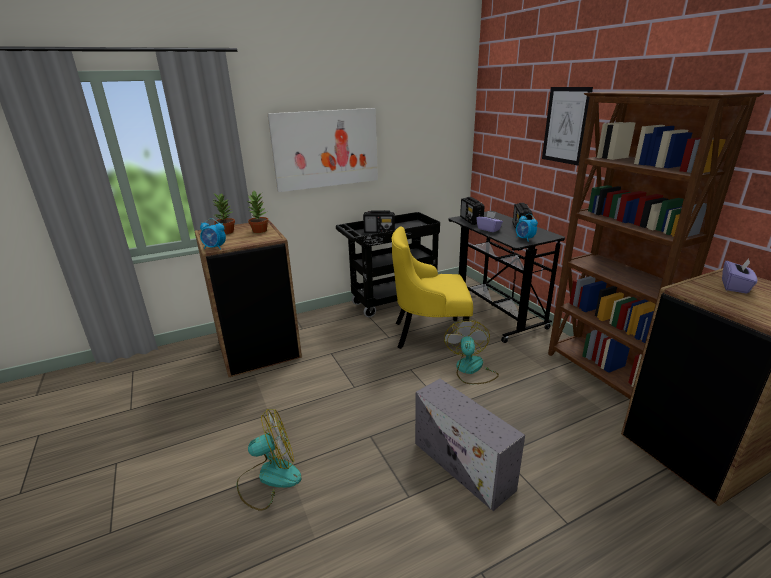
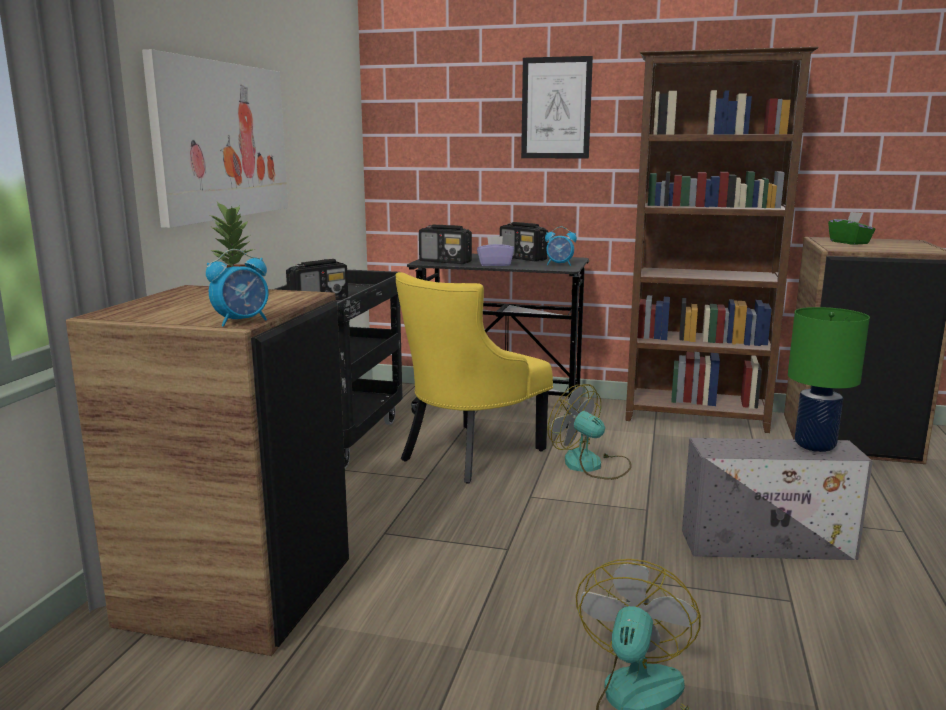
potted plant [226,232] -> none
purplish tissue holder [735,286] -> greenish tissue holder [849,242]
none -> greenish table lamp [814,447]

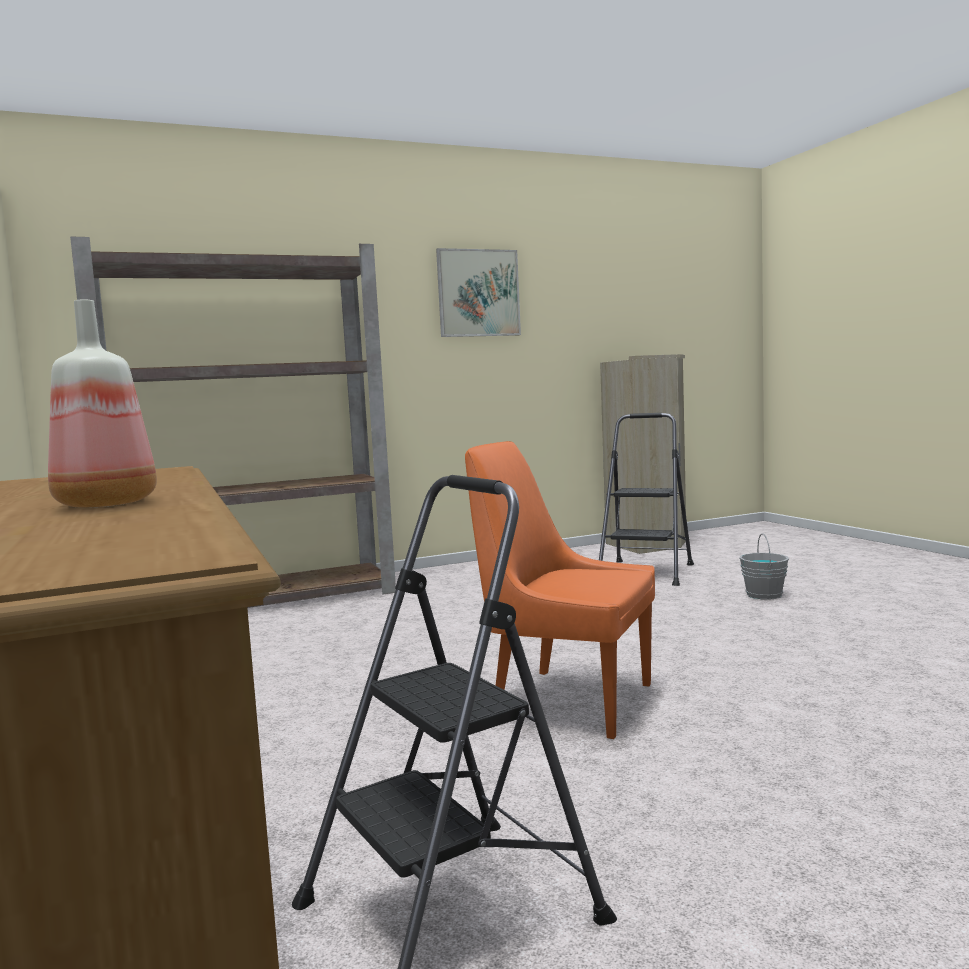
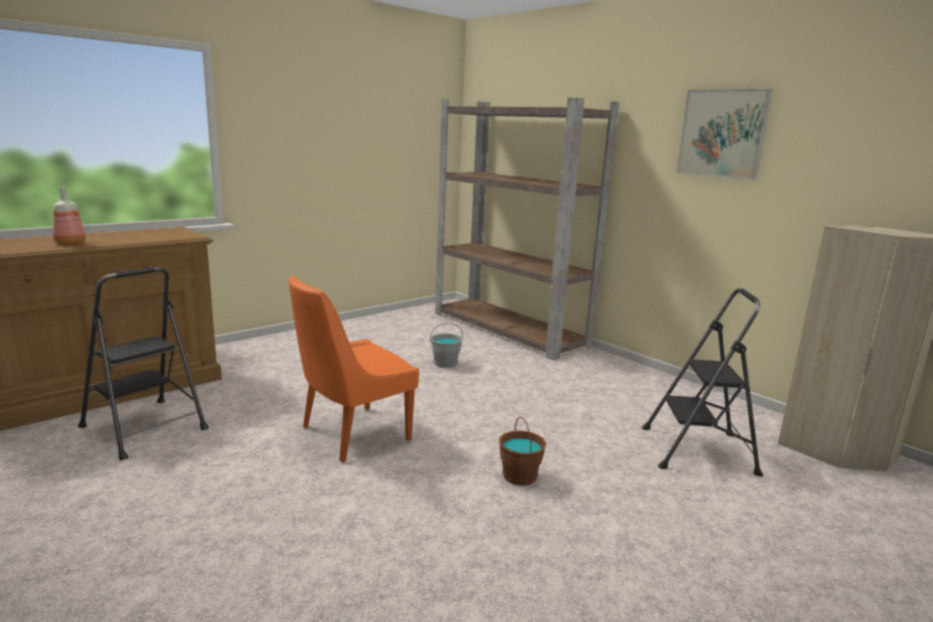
orange plain chair [567,701] -> orange plain chair [351,434], 135 degrees counterclockwise
grey bucket [764,595] -> grey bucket [445,363], shifted
none -> brown bucket [520,476]

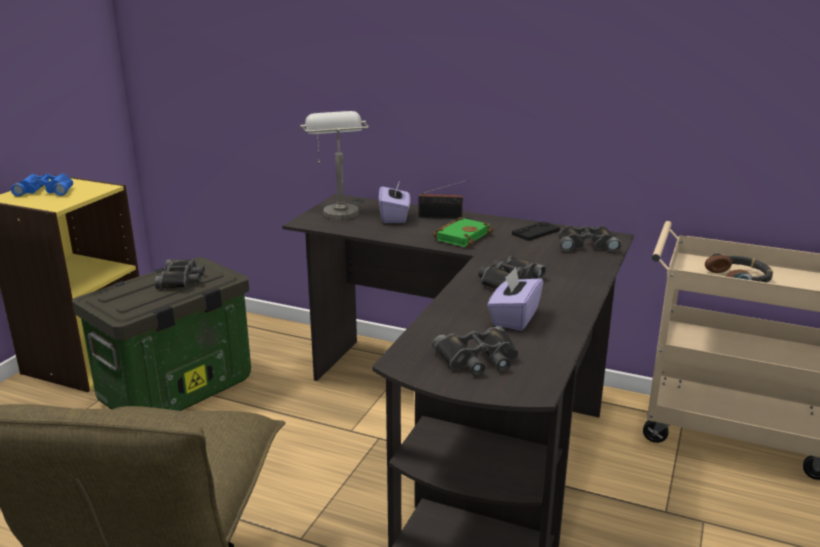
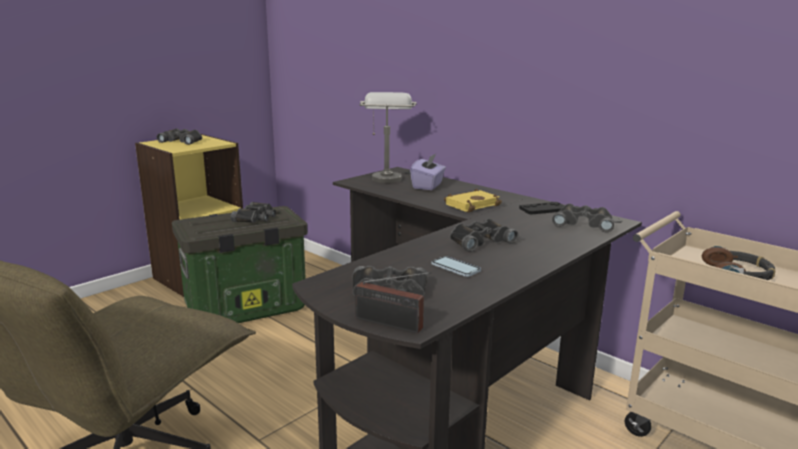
blue binoculars [46,190] -> blackish binoculars [182,141]
radio set [443,217] -> radio set [392,324], shifted
greenish volume [461,236] -> yellow-coloured volume [471,204]
purplish tissue holder [514,318] -> handset [455,268]

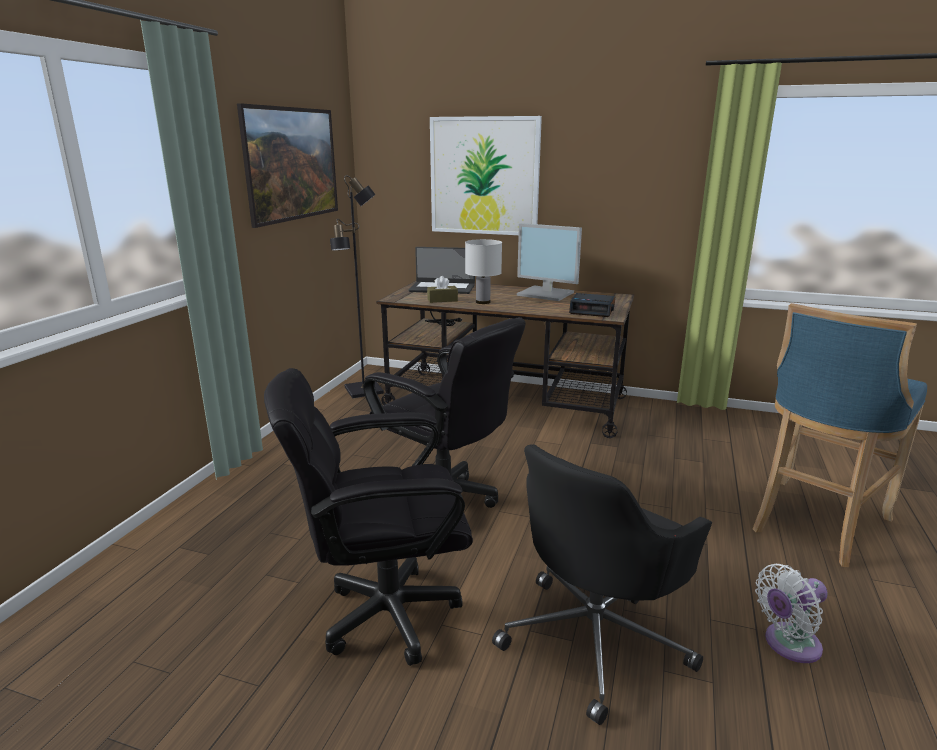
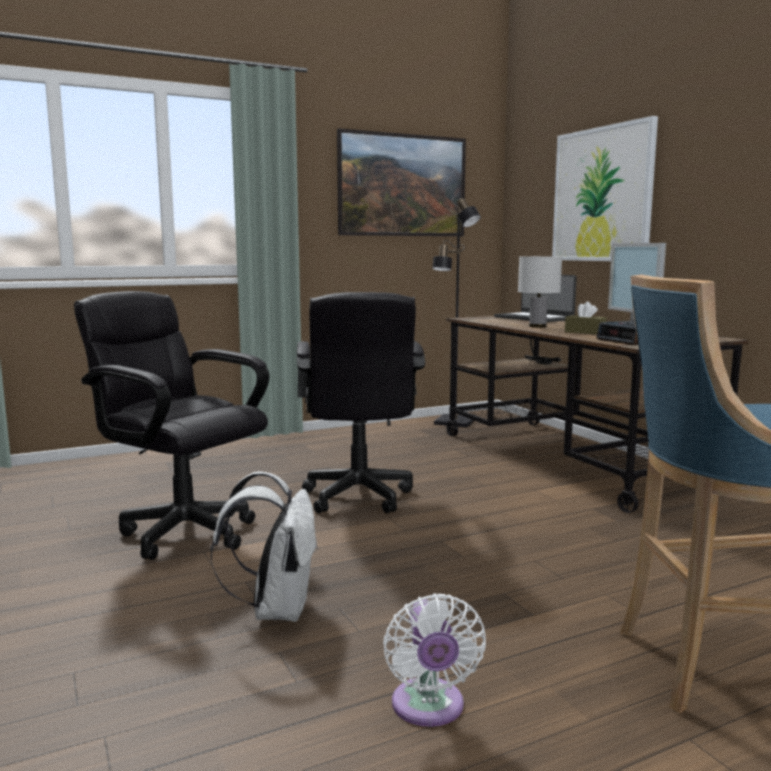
brown tissue holder [442,300] -> brown tissue holder [585,332], shifted
blackish computer chair [595,638] -> white backpack [276,609]
white electric fan [788,645] -> white electric fan [429,709], 120 degrees counterclockwise

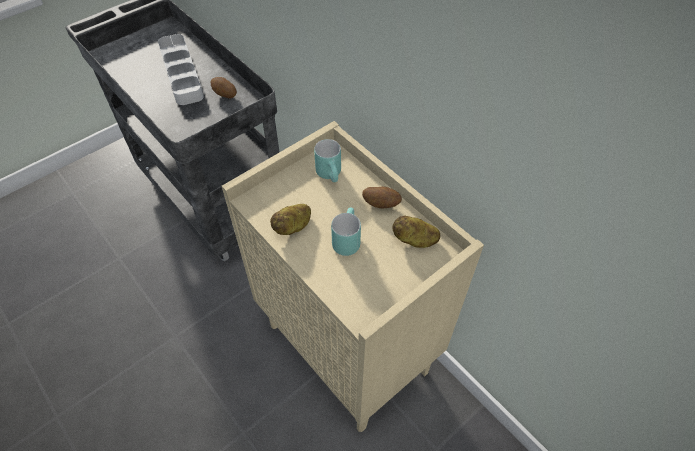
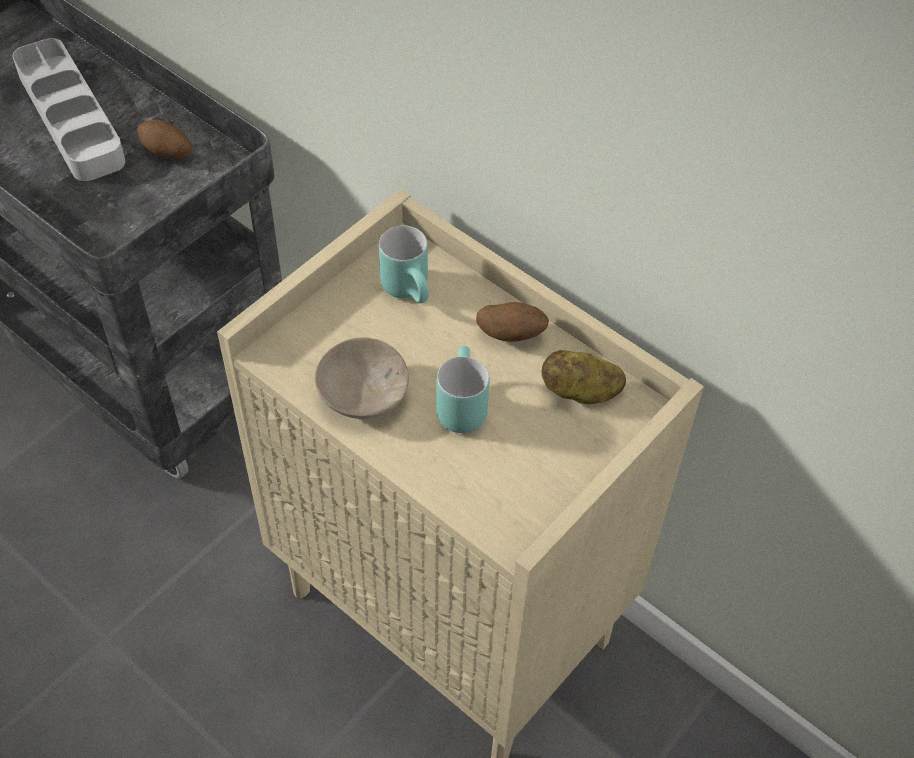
potato [293,227] -> beige-coloured bowl [360,392]

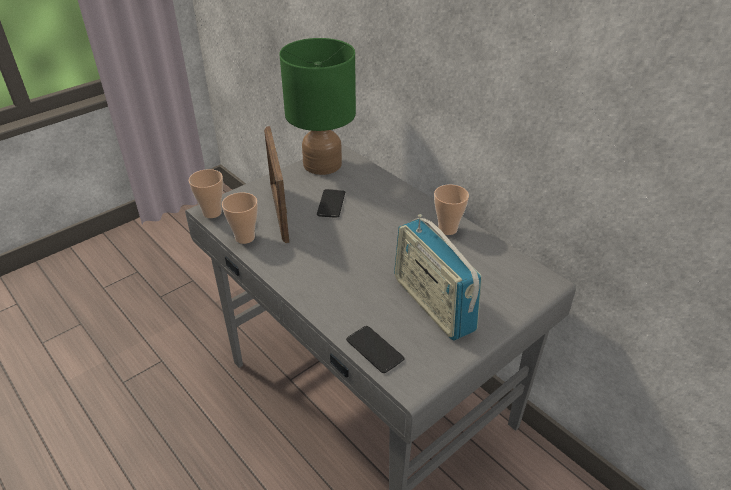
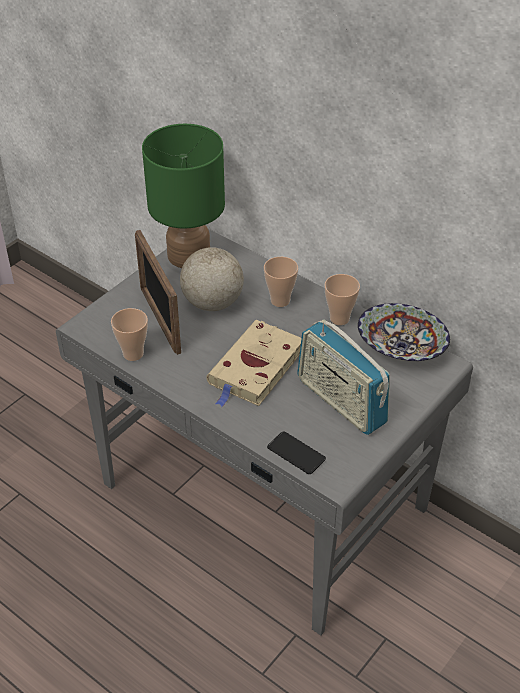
drinking cup [212,213] -> drinking cup [280,300], shifted
handset [331,204] -> globe [212,303]
none -> beige-coloured volume [255,369]
none -> bowl [401,349]

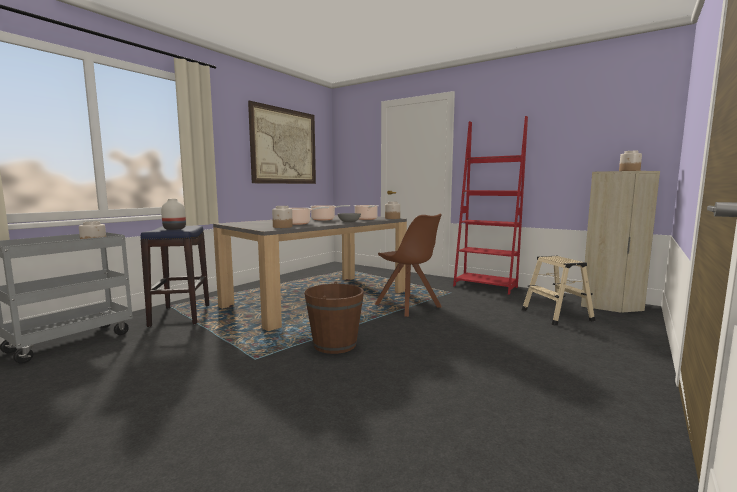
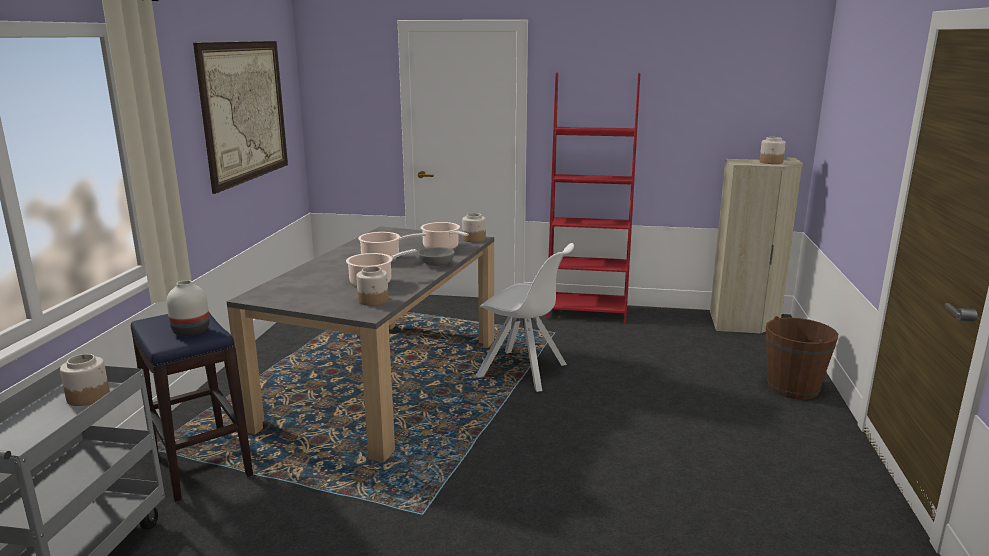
brown bucket [335,344] -> brown bucket [793,388], shifted
brown plain chair [408,306] -> white plain chair [524,371]
beige-coloured stepladder [557,315] -> none

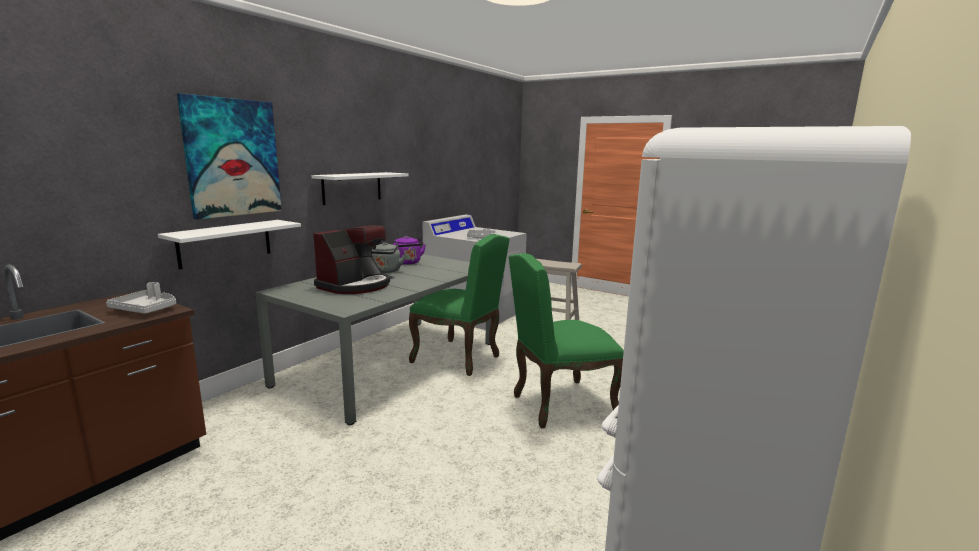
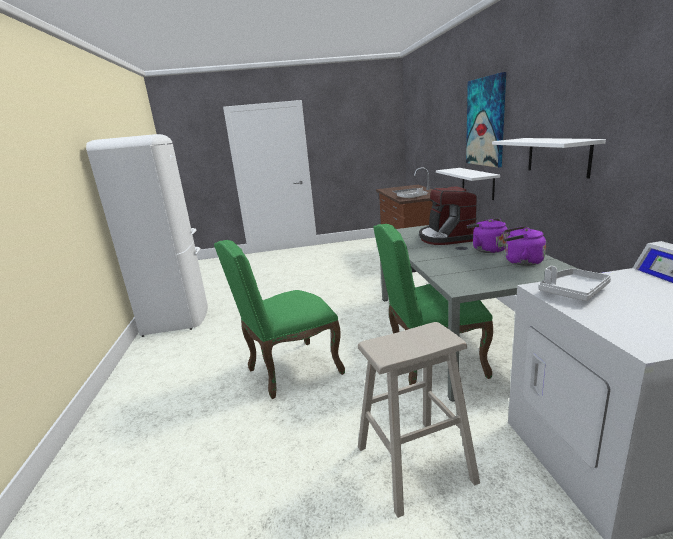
grey tea kettle [385,271] -> purplish tea kettle [487,249]
greenish plain chair [560,405] -> greenish plain chair [291,370], 150 degrees counterclockwise

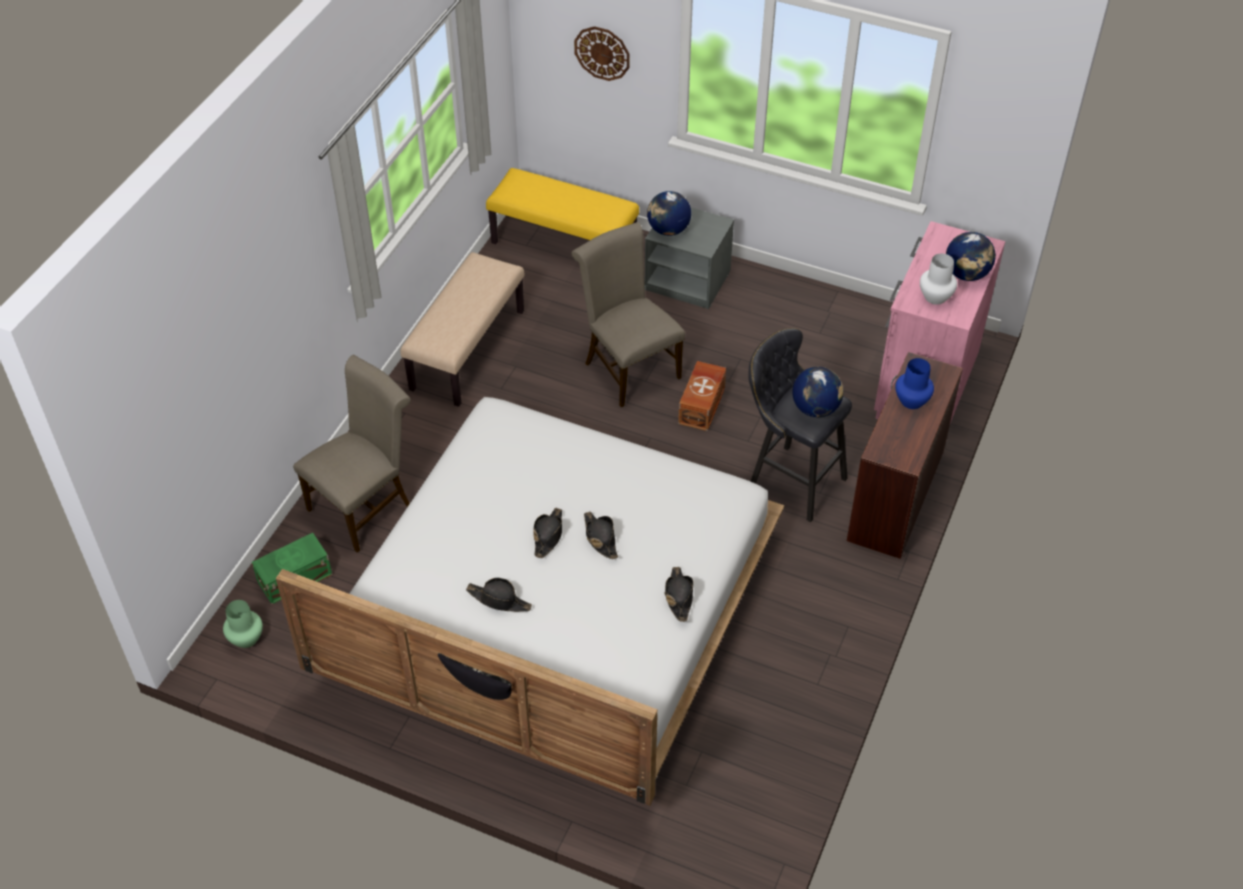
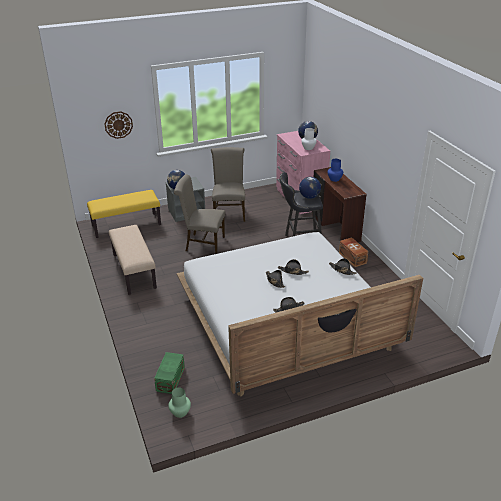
beige-coloured plain chair [365,505] -> beige-coloured plain chair [229,212], shifted
brown storage box [702,405] -> brown storage box [352,257], shifted

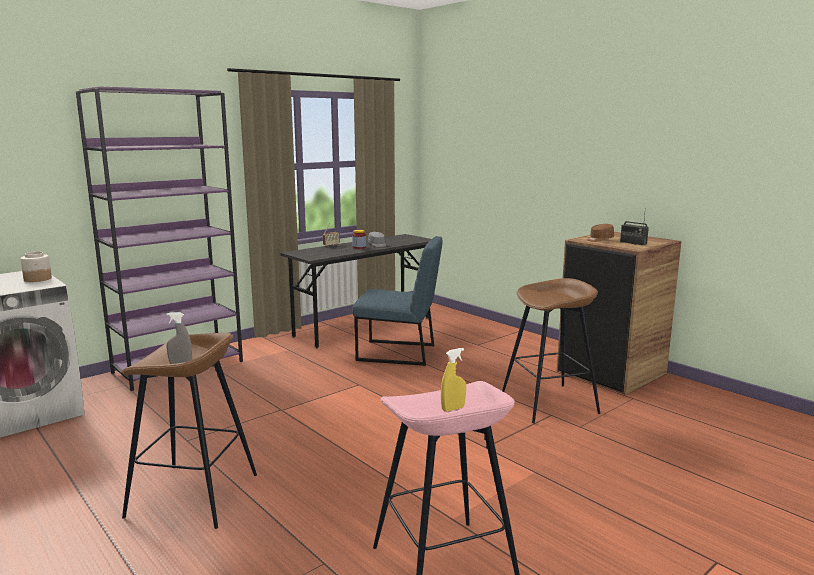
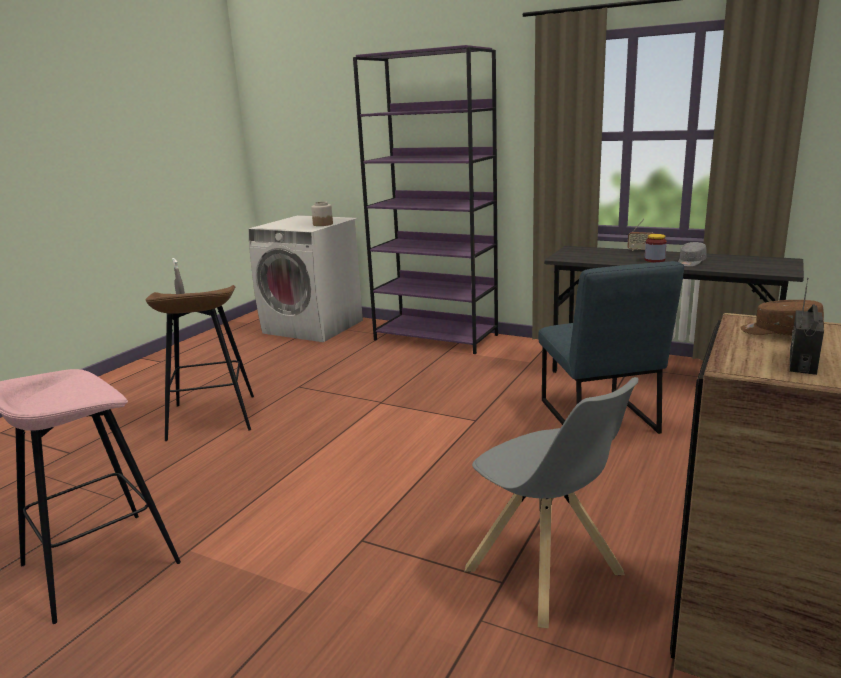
yellow-coloured hand sprayer [453,409] -> none
brown stool seat [549,403] -> grey plain chair [547,574]

